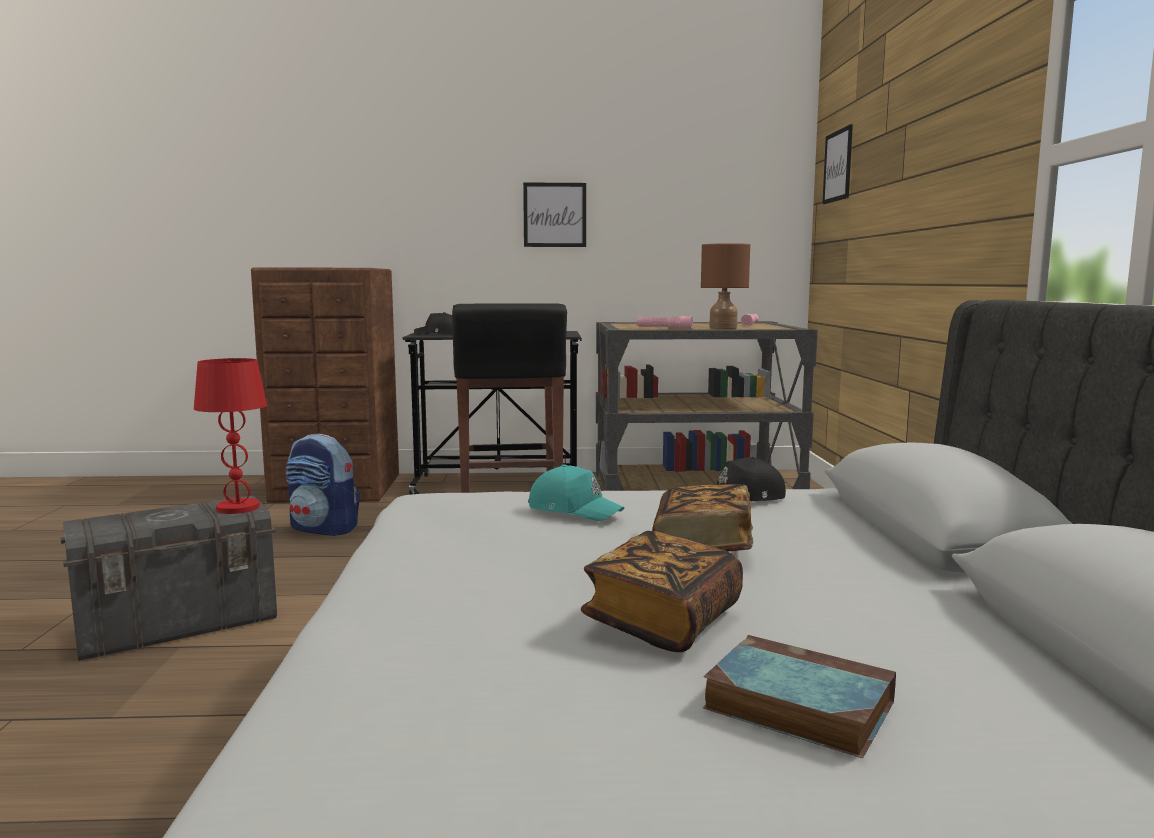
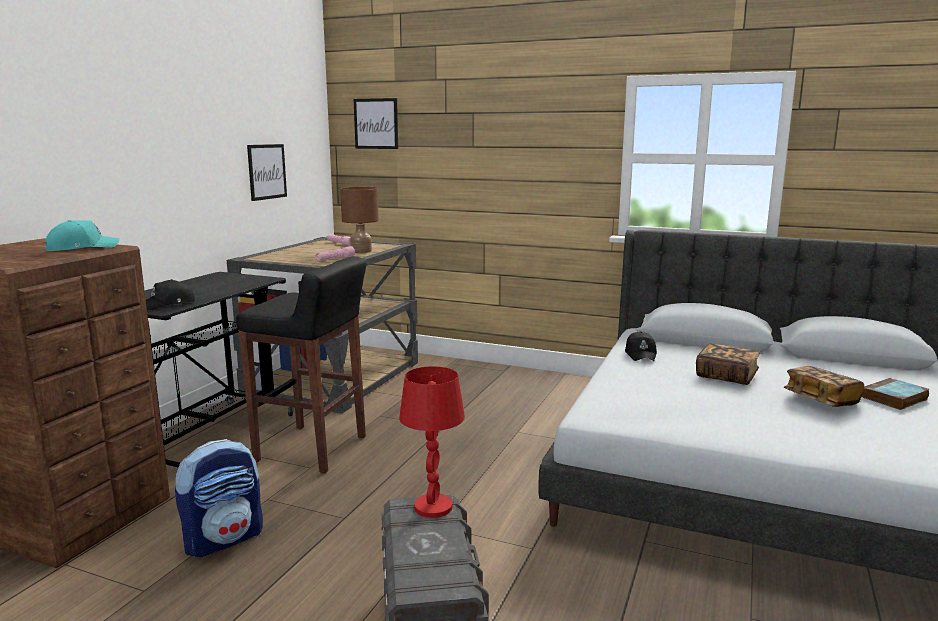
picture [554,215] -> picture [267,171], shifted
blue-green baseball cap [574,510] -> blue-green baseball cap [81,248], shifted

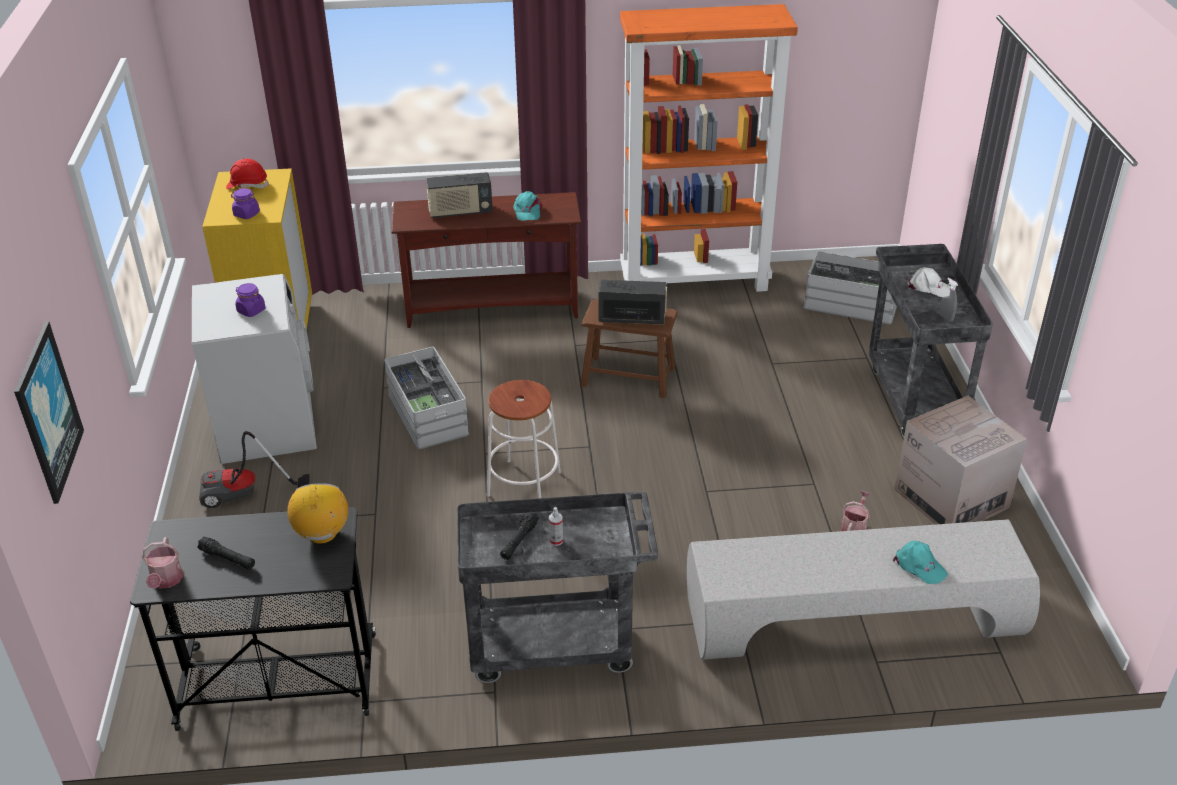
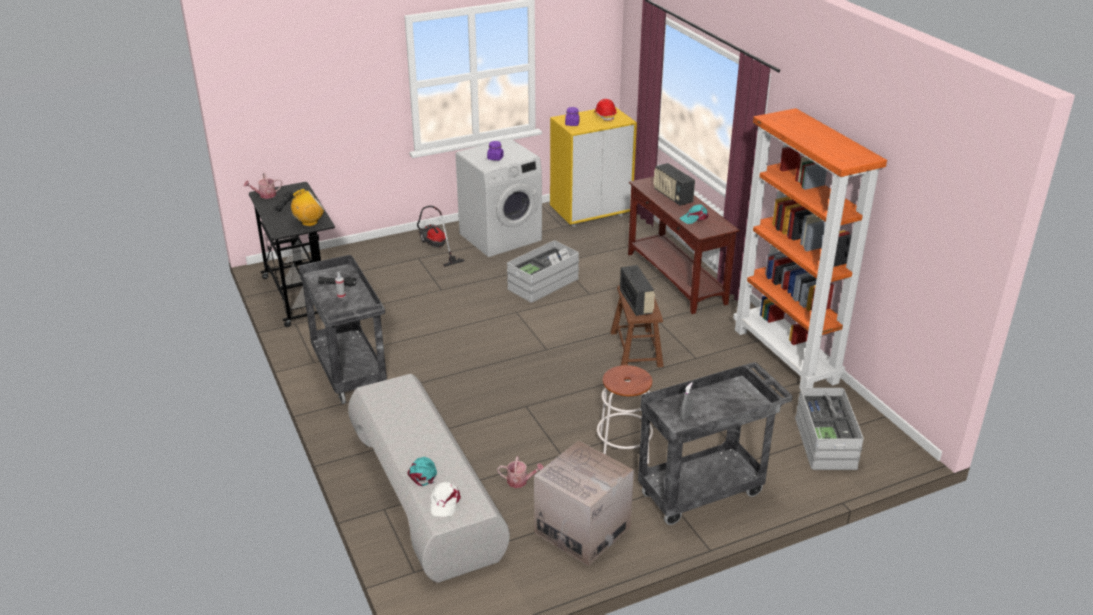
picture [47,412] -> none
white stool seat [524,484] -> white stool seat [624,449], shifted
blue-green baseball cap [919,566] -> blue-green baseball cap [423,473], 150 degrees clockwise
white baseball cap [929,288] -> white baseball cap [444,502], shifted

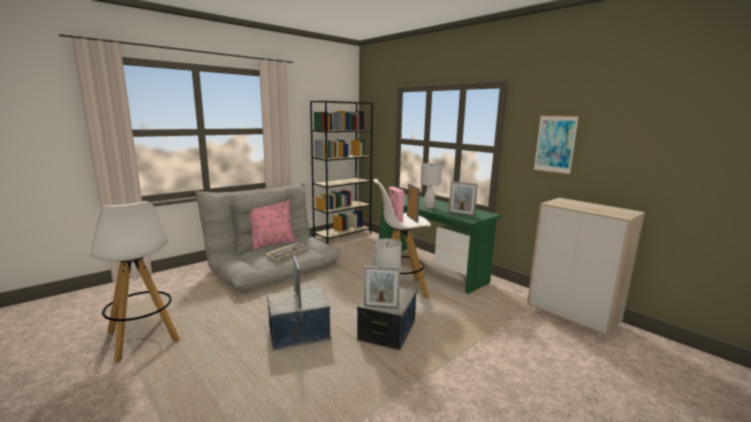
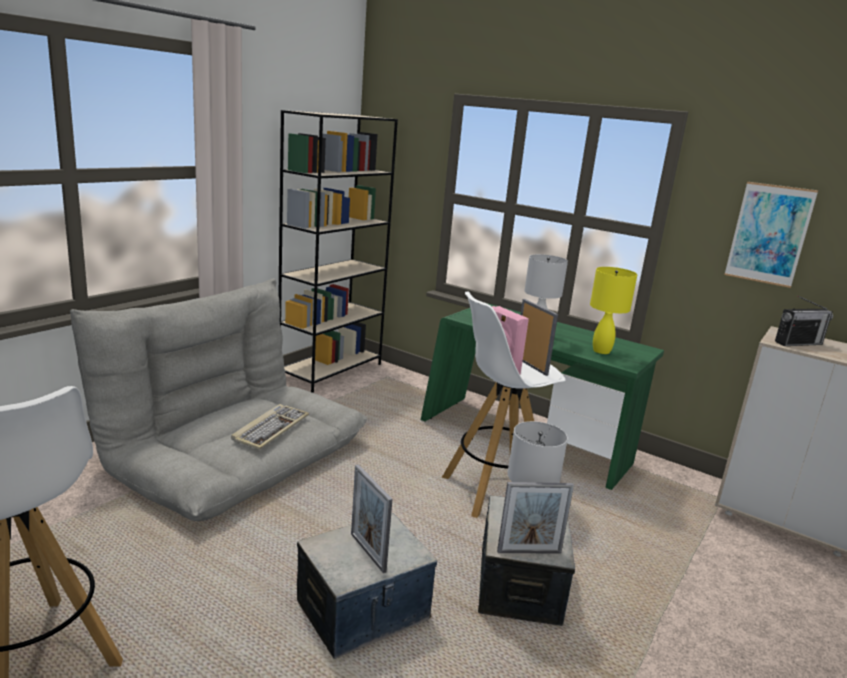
pink pillow [272,243] -> none
standing frame [461,214] -> yellow-coloured table lamp [602,351]
none -> radio set [798,343]

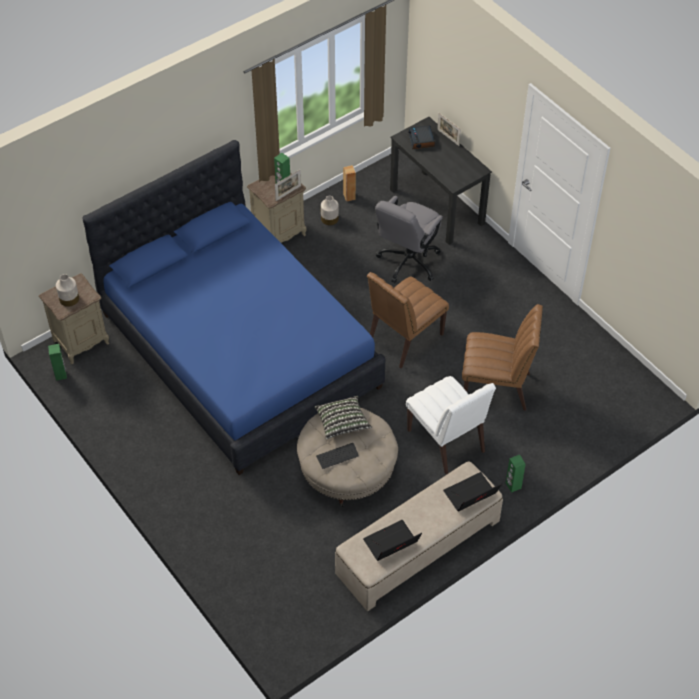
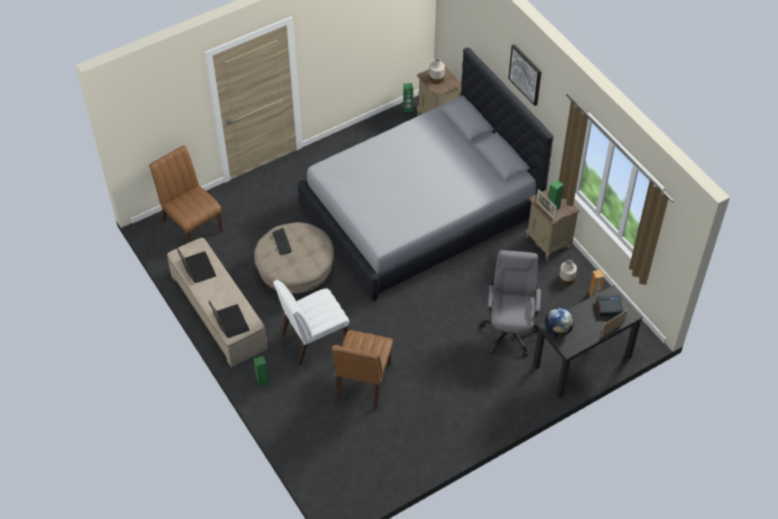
blue bed [240,350] -> grey bed [421,212]
pillow [342,423] -> none
brown plain chair [405,338] -> brown plain chair [192,227], shifted
grey computer chair [407,264] -> grey computer chair [509,331], 60 degrees clockwise
none -> picture [525,74]
none -> globe [557,330]

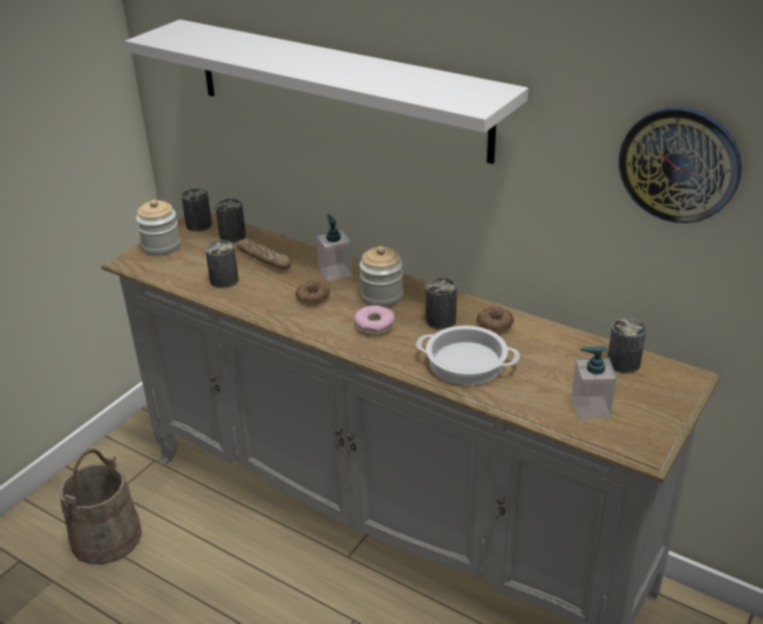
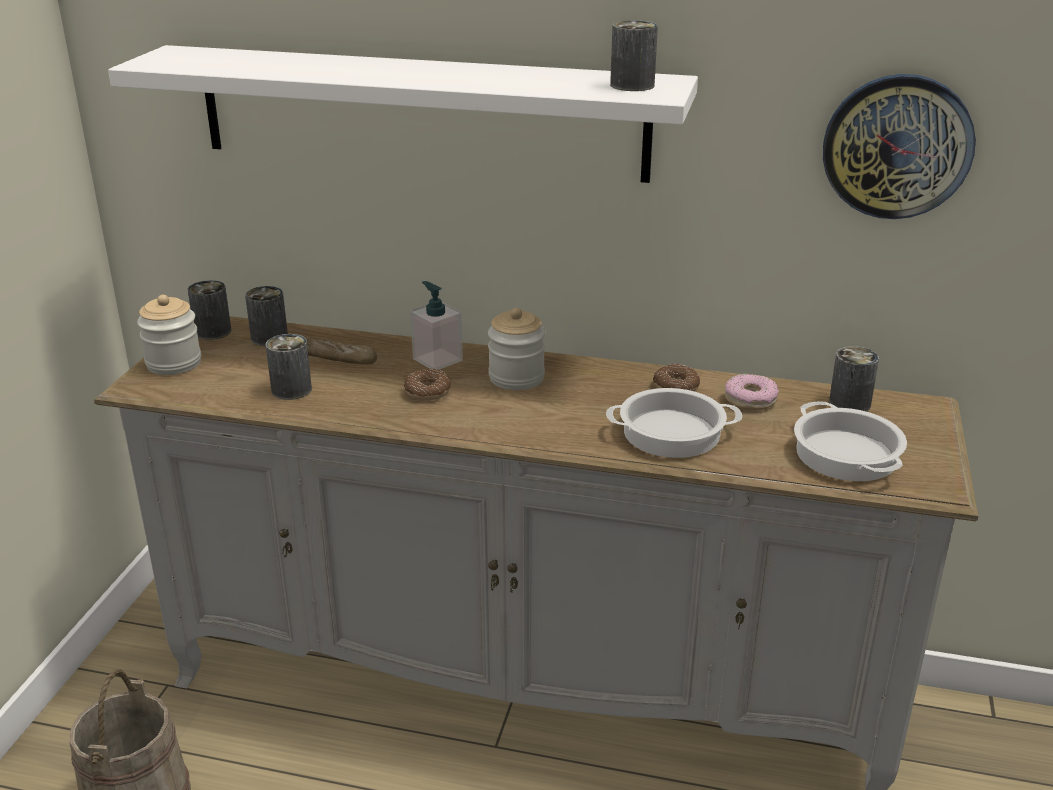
doughnut [374,326] -> doughnut [750,399], shifted
metal can [440,320] -> metal can [632,85], shifted
soap dispenser [590,407] -> cooking pot [848,455]

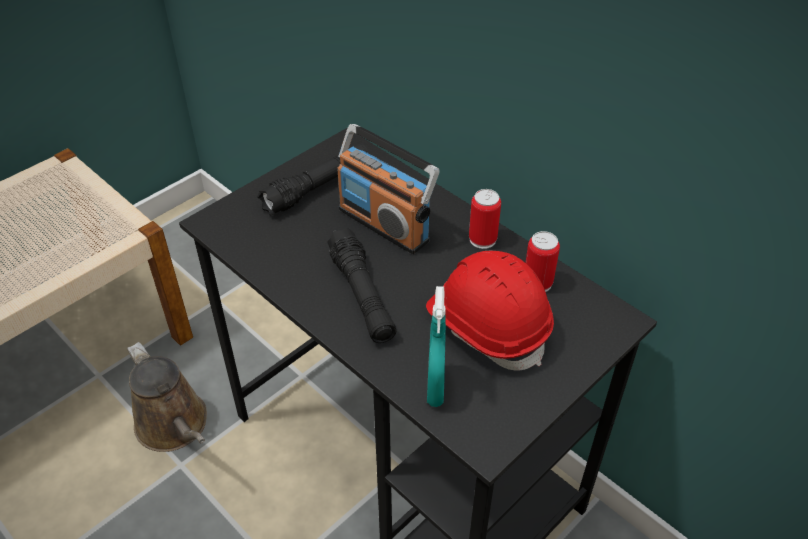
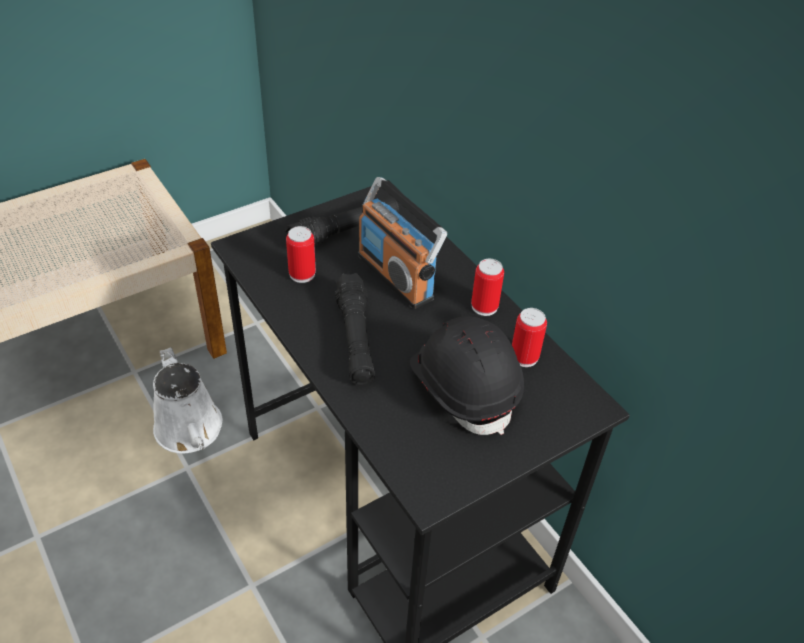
brown watering pot [175,426] -> white watering pot [190,432]
red hard hat [488,325] -> blackish hard hat [464,388]
blue-green hand sprayer [435,388] -> none
none -> metal can [302,274]

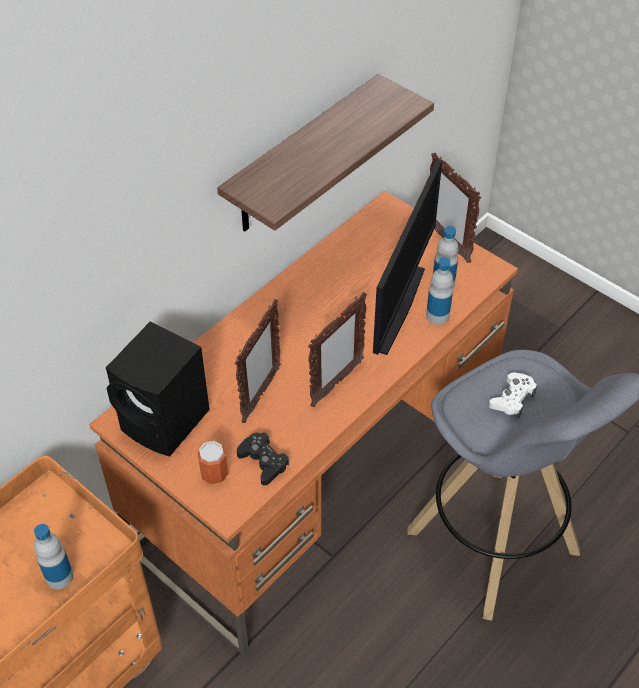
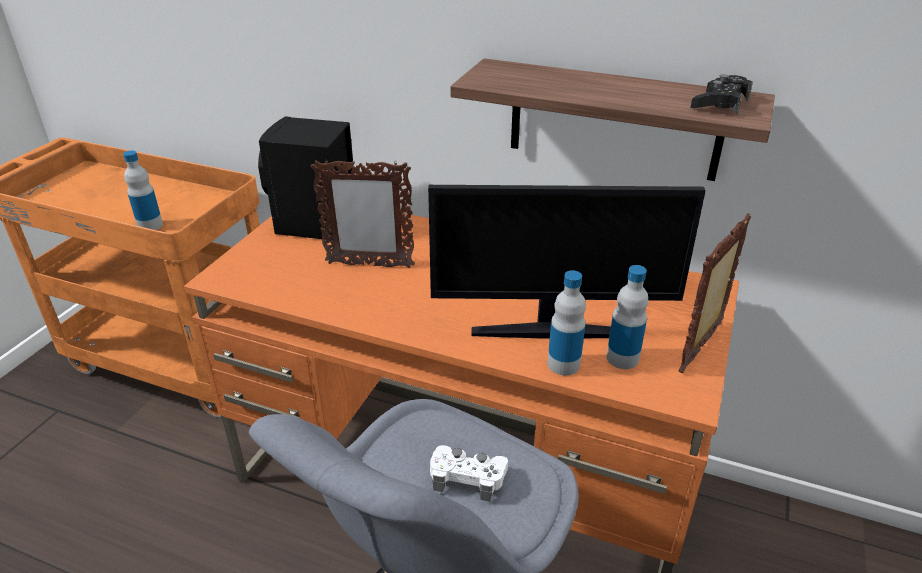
metal can [214,474] -> none
blackish game controller [263,461] -> blackish game controller [720,103], shifted
standing frame [336,384] -> none

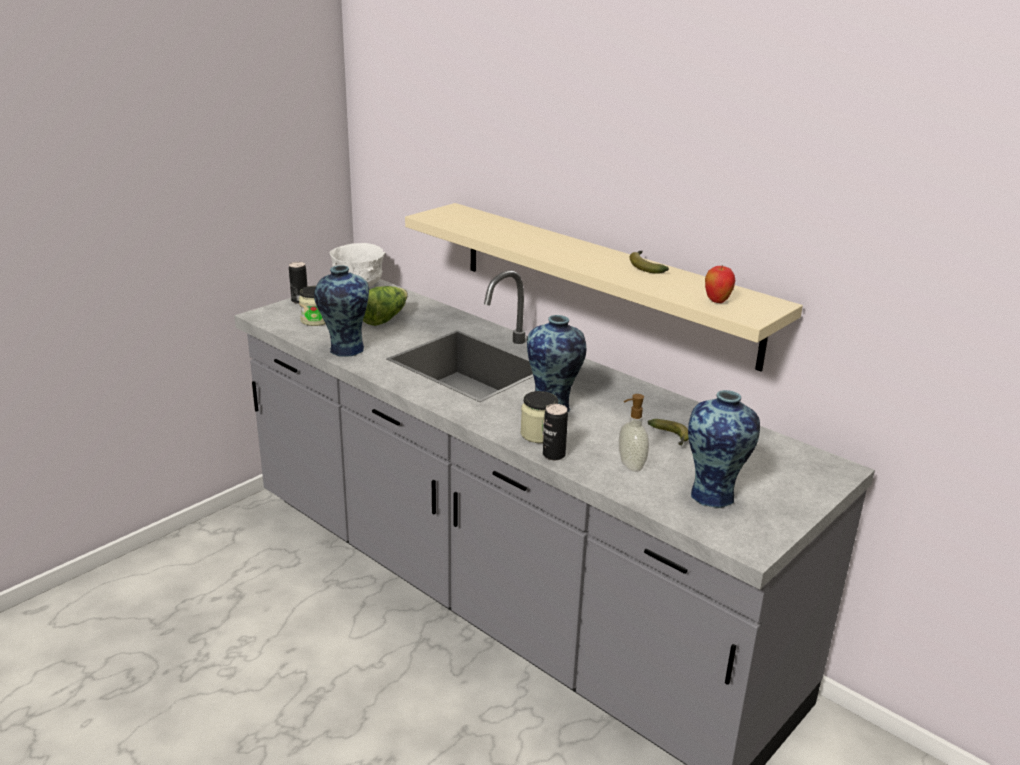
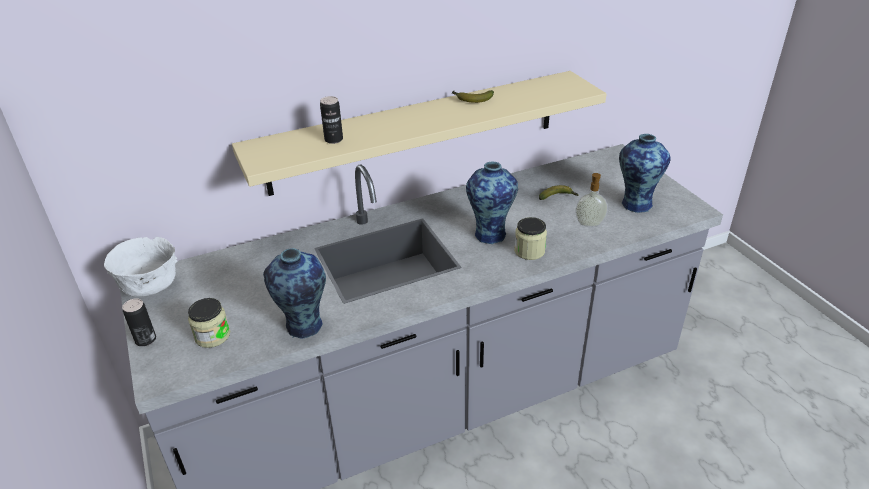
lettuce [383,319] -> none
metal can [554,455] -> metal can [333,139], shifted
apple [717,301] -> none

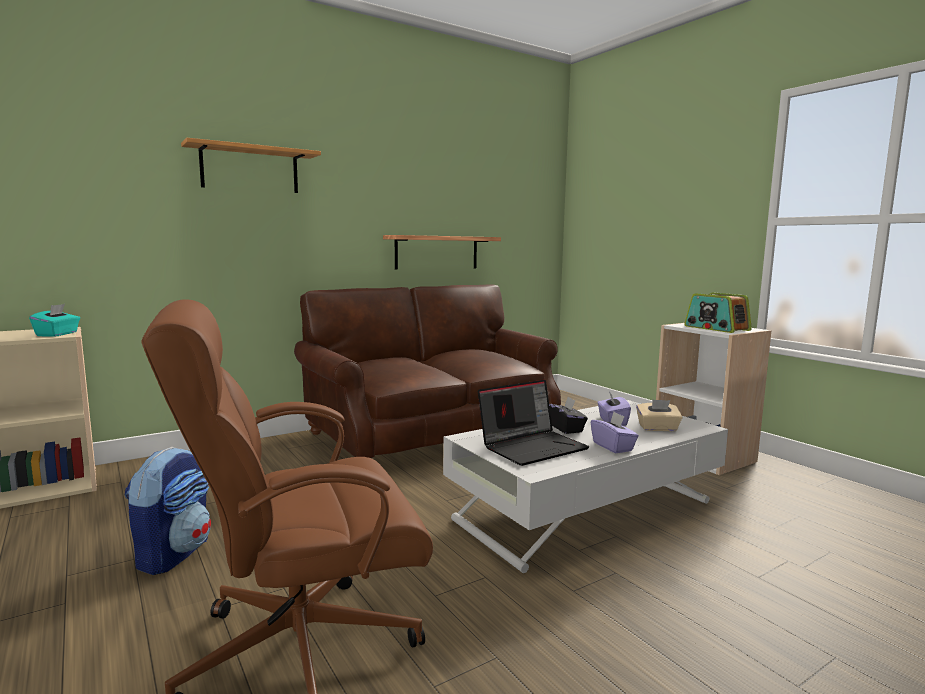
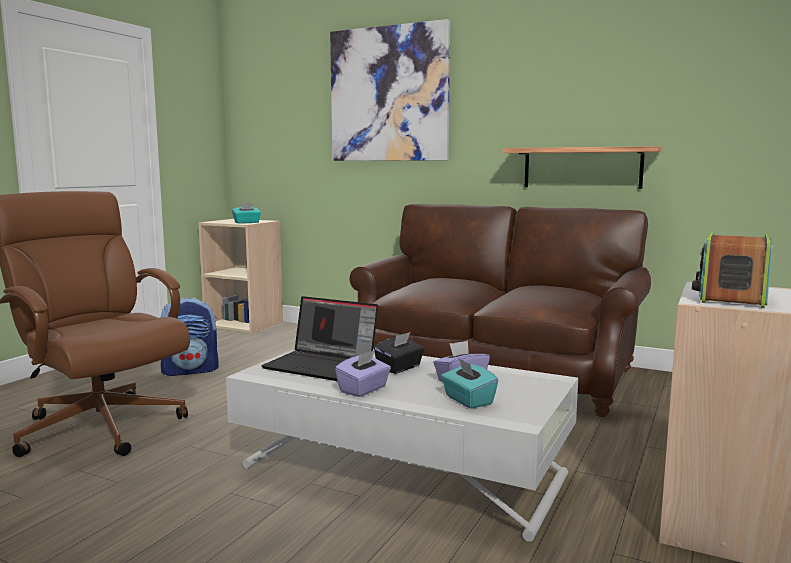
shelf [250,169] -> picture [389,94]
beige-coloured tissue holder [658,428] -> blue-green tissue holder [468,400]

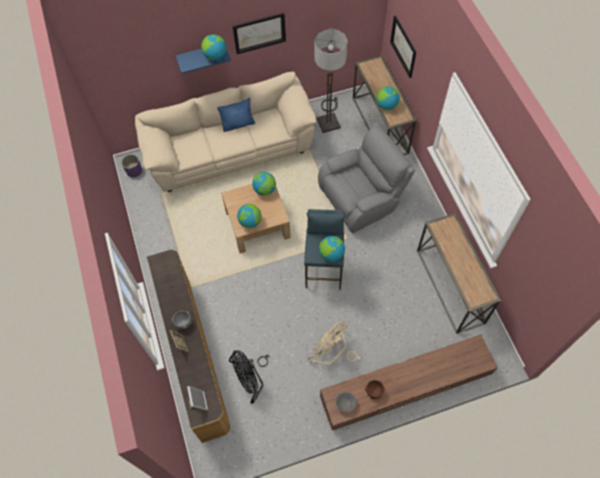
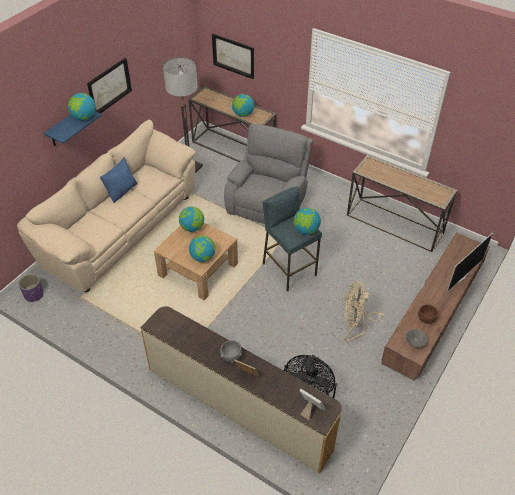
none -> TV [461,277]

